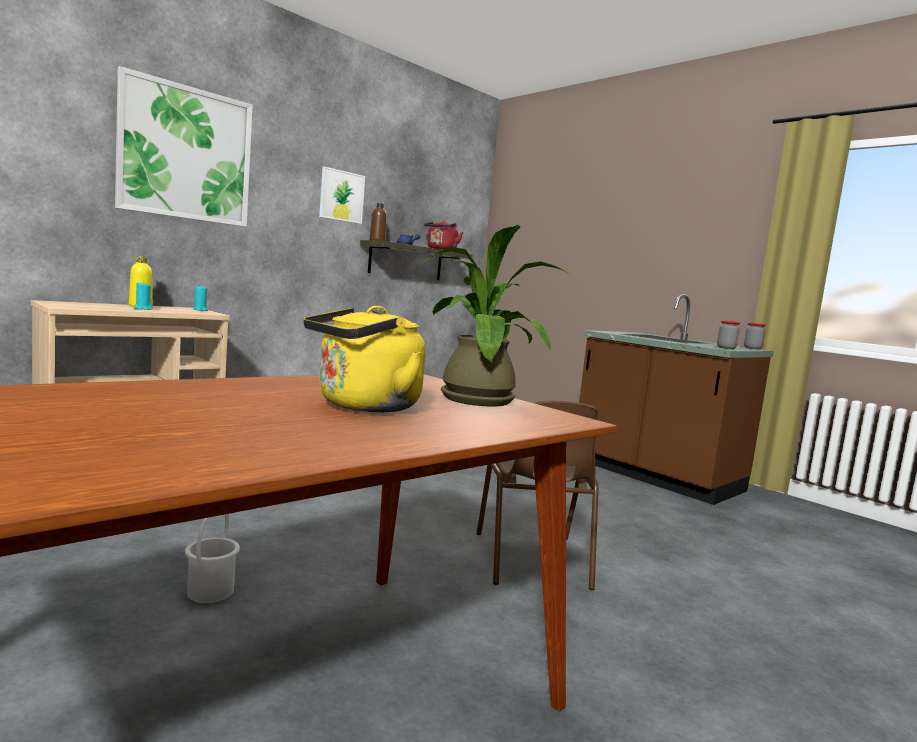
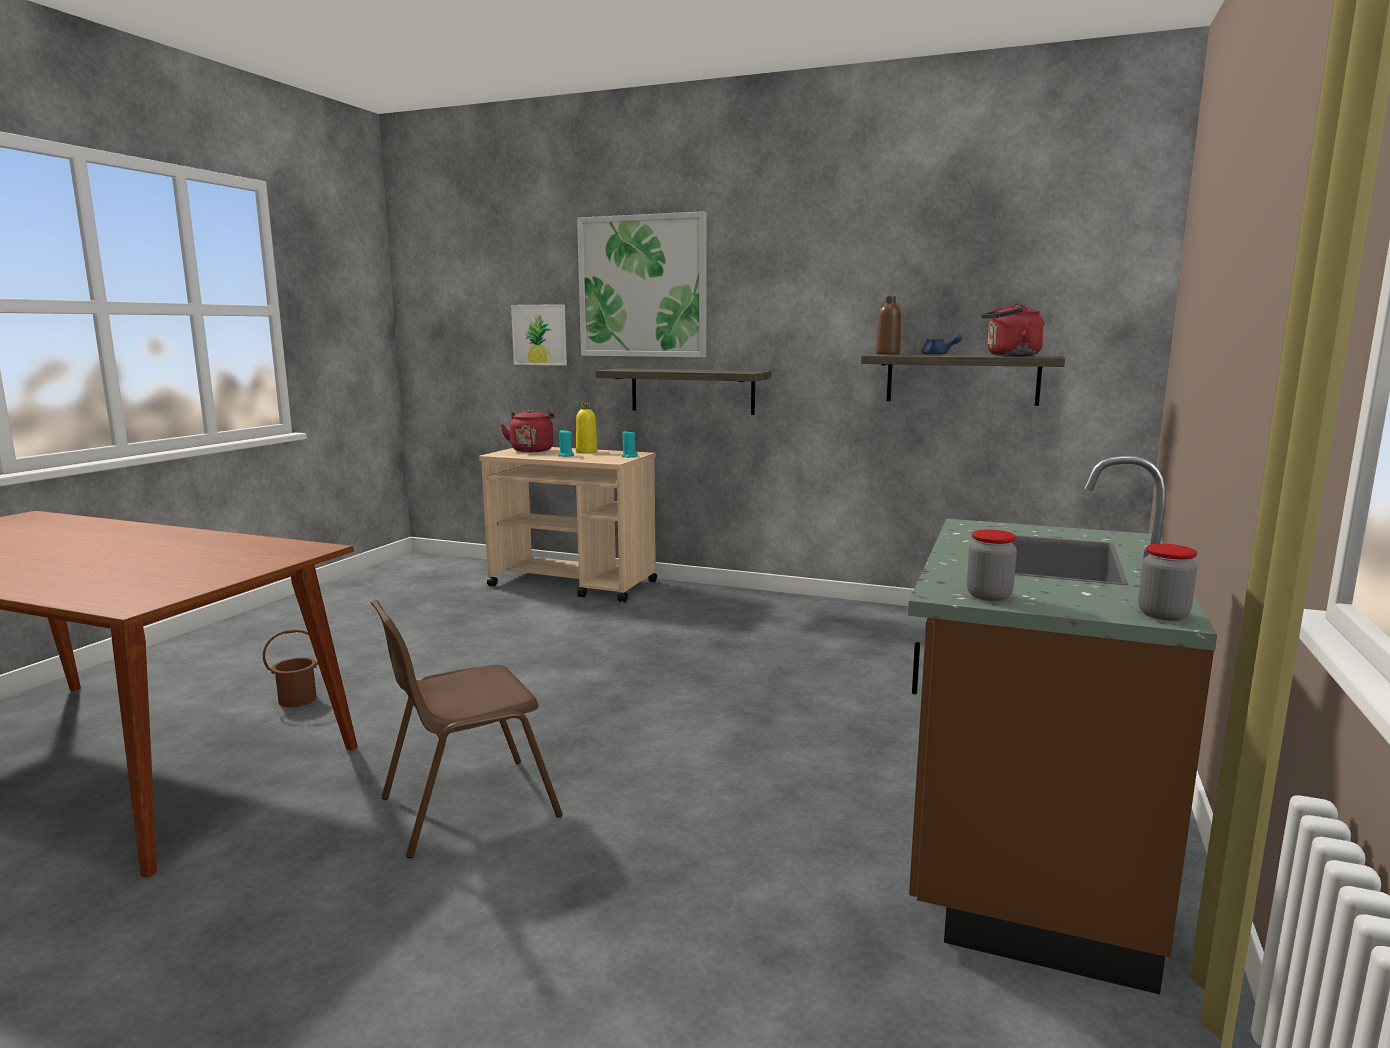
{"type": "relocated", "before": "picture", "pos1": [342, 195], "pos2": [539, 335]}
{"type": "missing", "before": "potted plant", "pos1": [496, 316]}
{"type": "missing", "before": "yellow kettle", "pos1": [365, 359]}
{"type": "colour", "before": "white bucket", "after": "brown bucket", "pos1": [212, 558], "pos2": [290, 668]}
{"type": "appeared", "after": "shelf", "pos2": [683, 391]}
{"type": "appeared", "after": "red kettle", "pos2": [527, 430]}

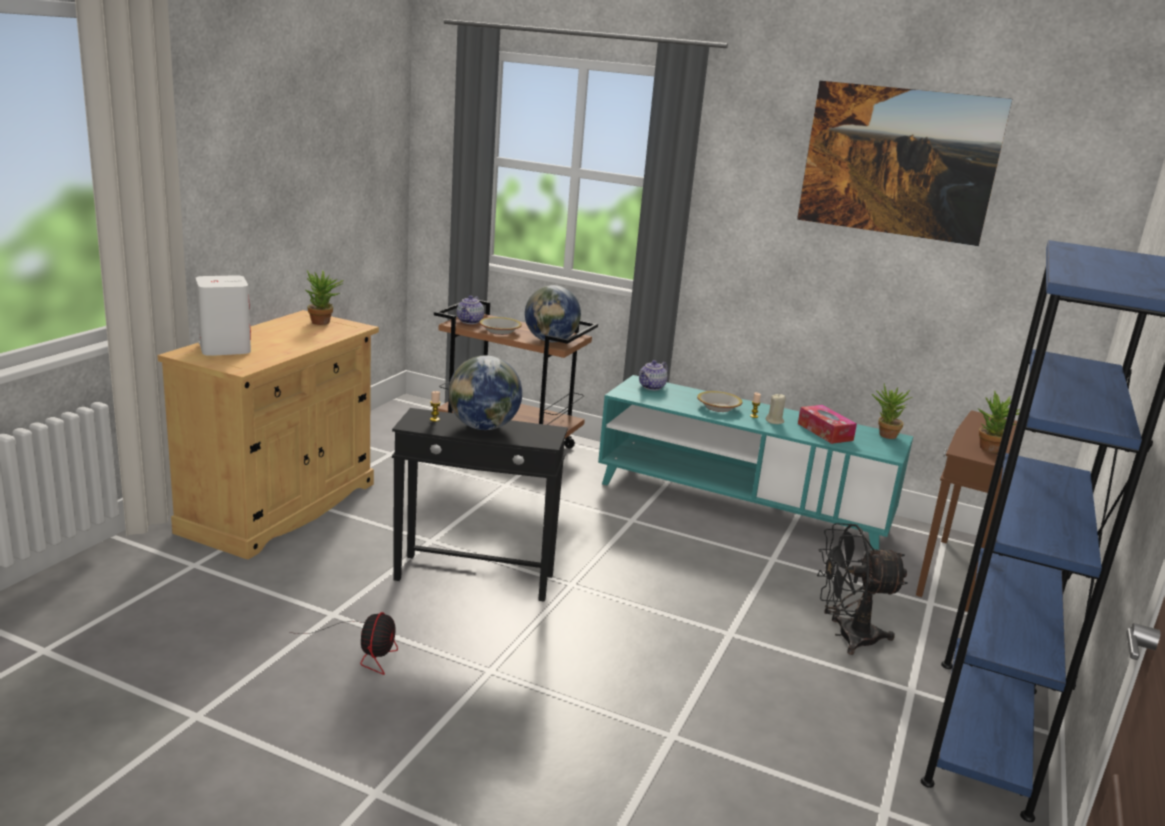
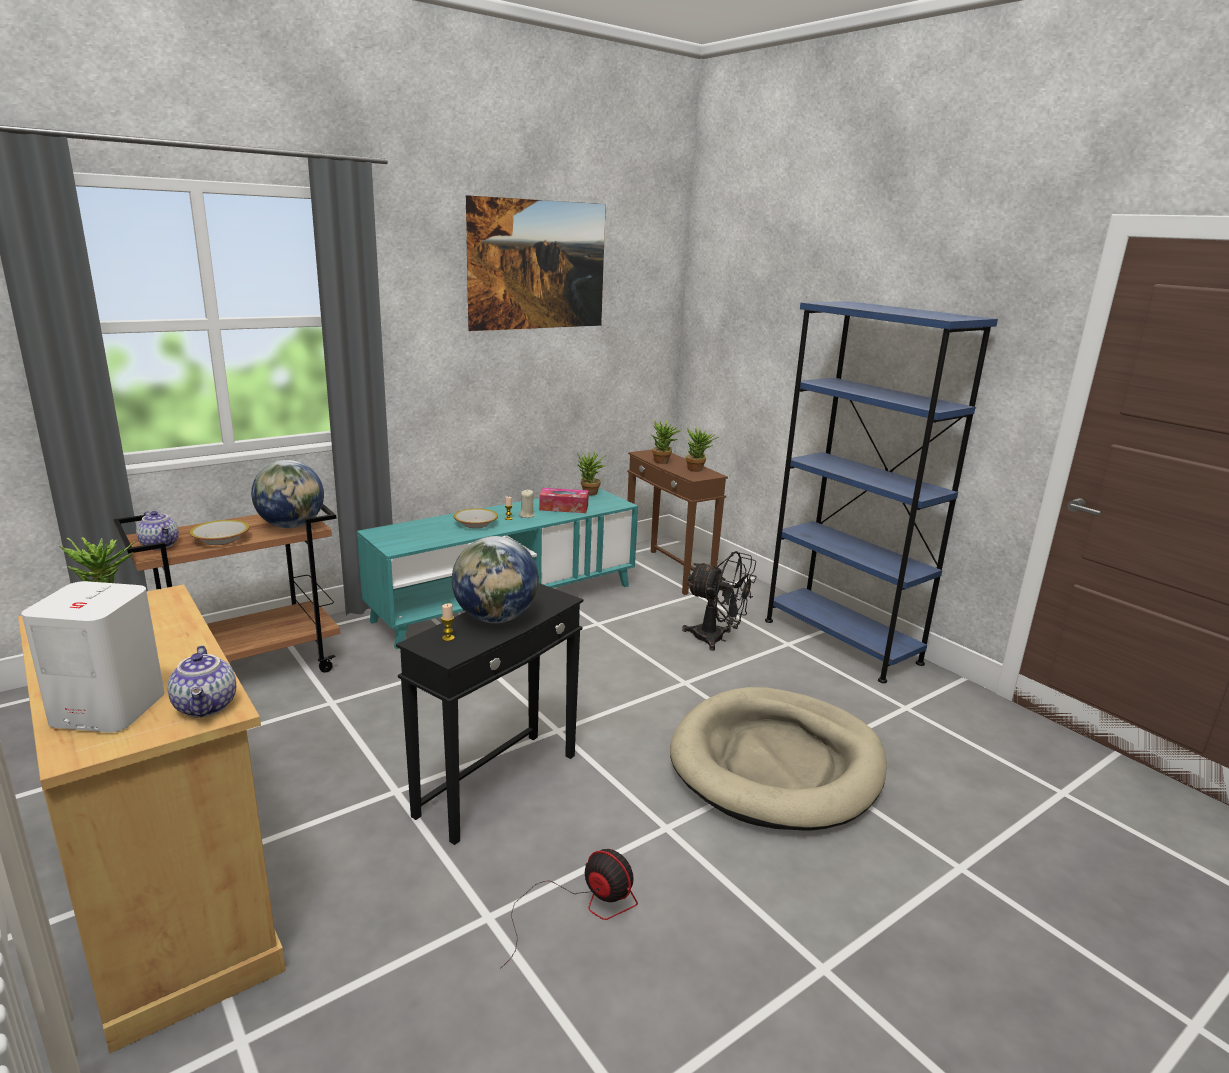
{"type": "relocated", "before": "teapot", "pos1": [653, 375], "pos2": [202, 681]}
{"type": "spun", "before": "black fan", "pos1": [862, 589], "pos2": [719, 601], "turn": -90}
{"type": "appeared", "after": "potted plant", "pos2": [666, 442]}
{"type": "appeared", "after": "beige dog bed", "pos2": [778, 759]}

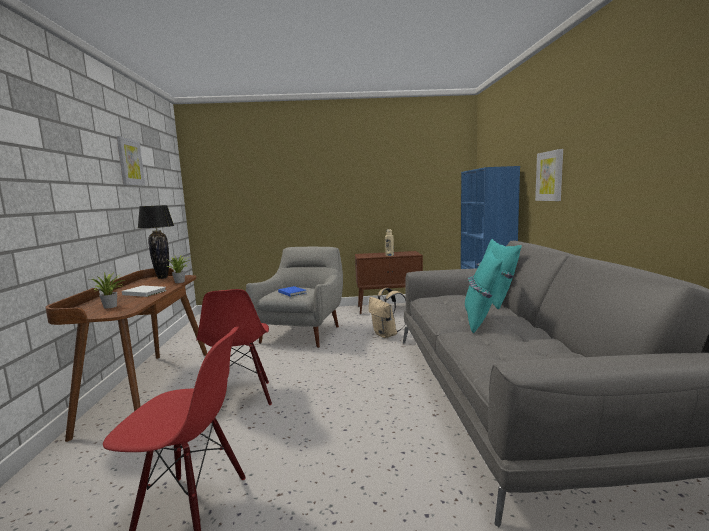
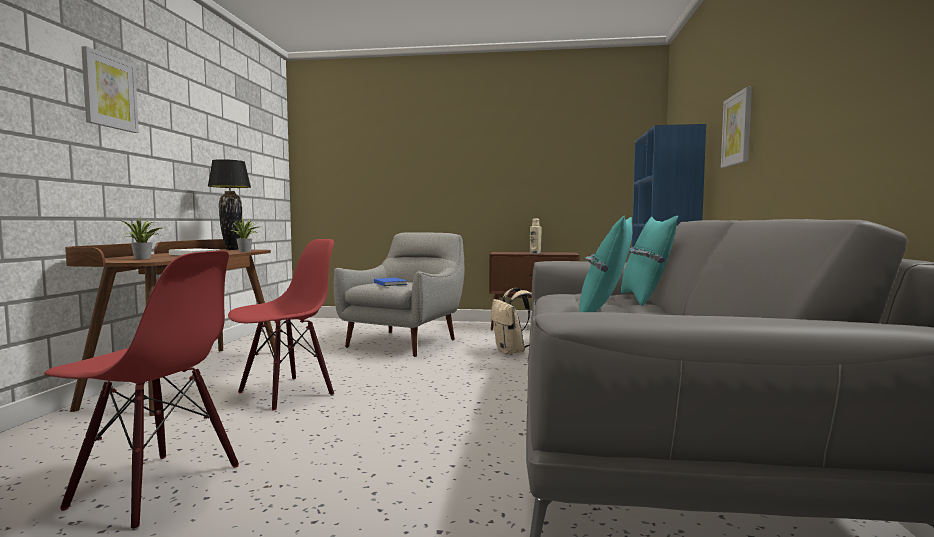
{"type": "relocated", "before": "picture", "pos1": [130, 161], "pos2": [110, 89]}
{"type": "spun", "before": "red chair", "pos1": [234, 347], "pos2": [281, 324], "turn": -135}

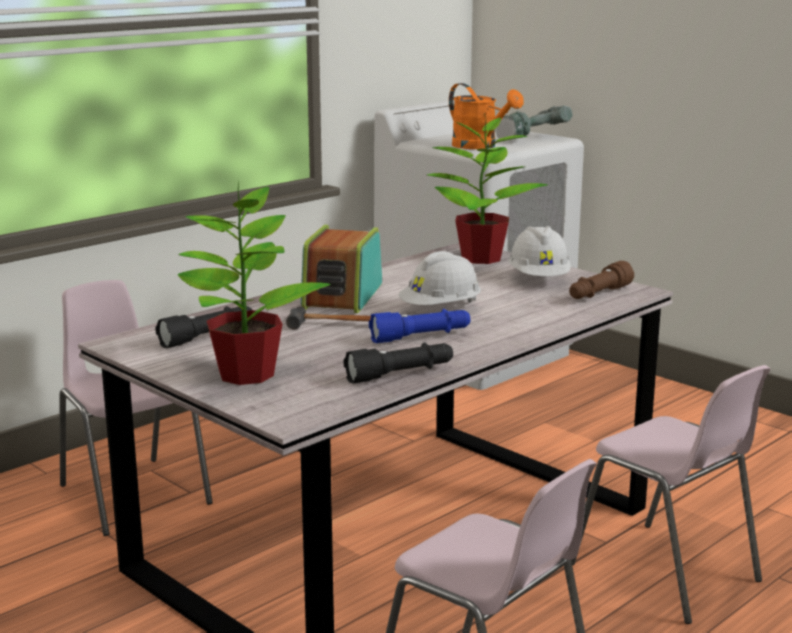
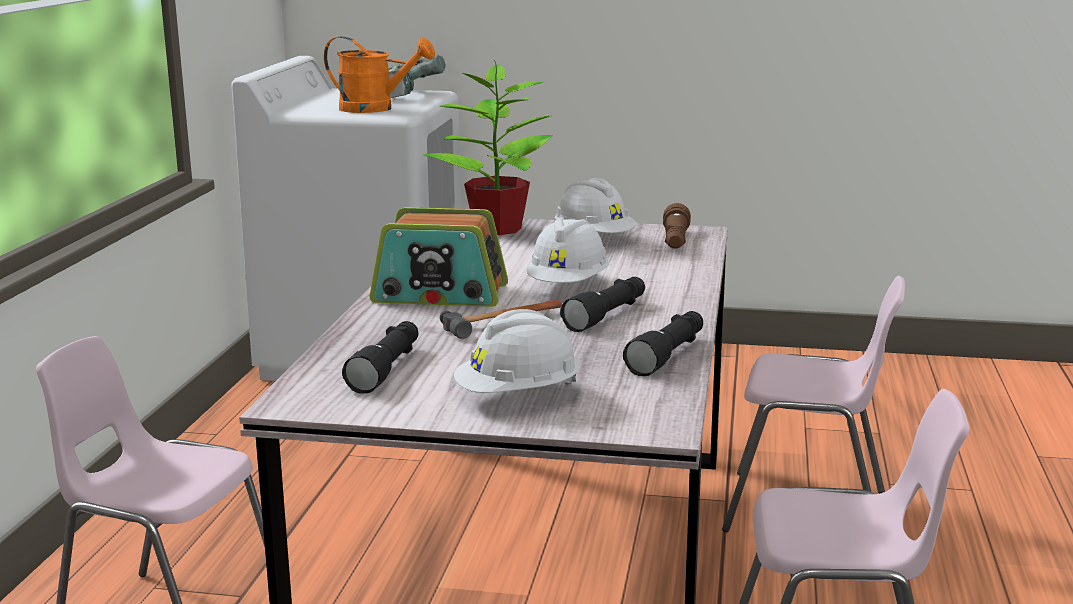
{"type": "exchanged", "before": "potted plant", "after": "white hard hat", "pos1": [254, 282], "pos2": [517, 351]}
{"type": "spun", "before": "radio", "pos1": [341, 269], "pos2": [439, 257], "turn": -60}
{"type": "colour", "before": "blue flashlight", "after": "black flashlight", "pos1": [419, 326], "pos2": [602, 304]}

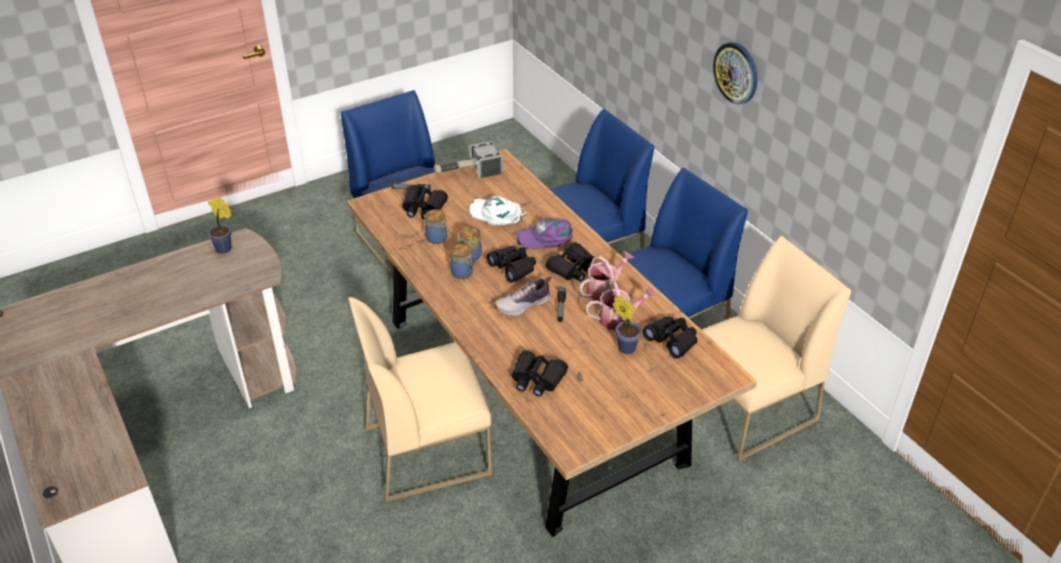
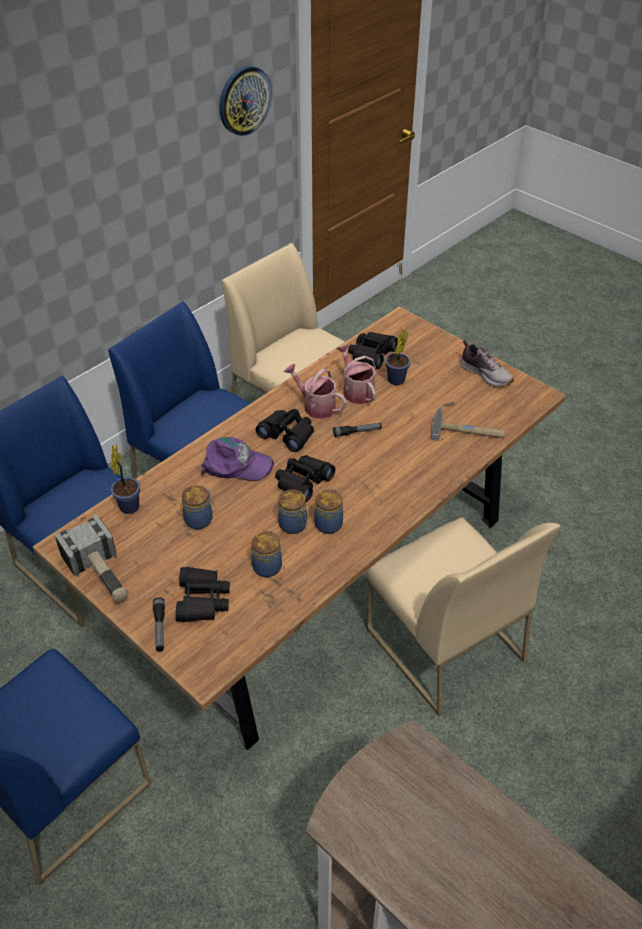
{"type": "relocated", "before": "wall clock", "pos1": [735, 73], "pos2": [246, 101]}
{"type": "exchanged", "before": "white cap", "after": "jar", "pos1": [498, 210], "pos2": [198, 507]}
{"type": "relocated", "before": "potted plant", "pos1": [220, 225], "pos2": [125, 479]}
{"type": "spun", "before": "purple cap", "pos1": [544, 234], "pos2": [237, 459], "turn": -60}
{"type": "relocated", "before": "shoe", "pos1": [522, 296], "pos2": [487, 363]}
{"type": "exchanged", "before": "black binoculars", "after": "hammer", "pos1": [539, 373], "pos2": [468, 424]}

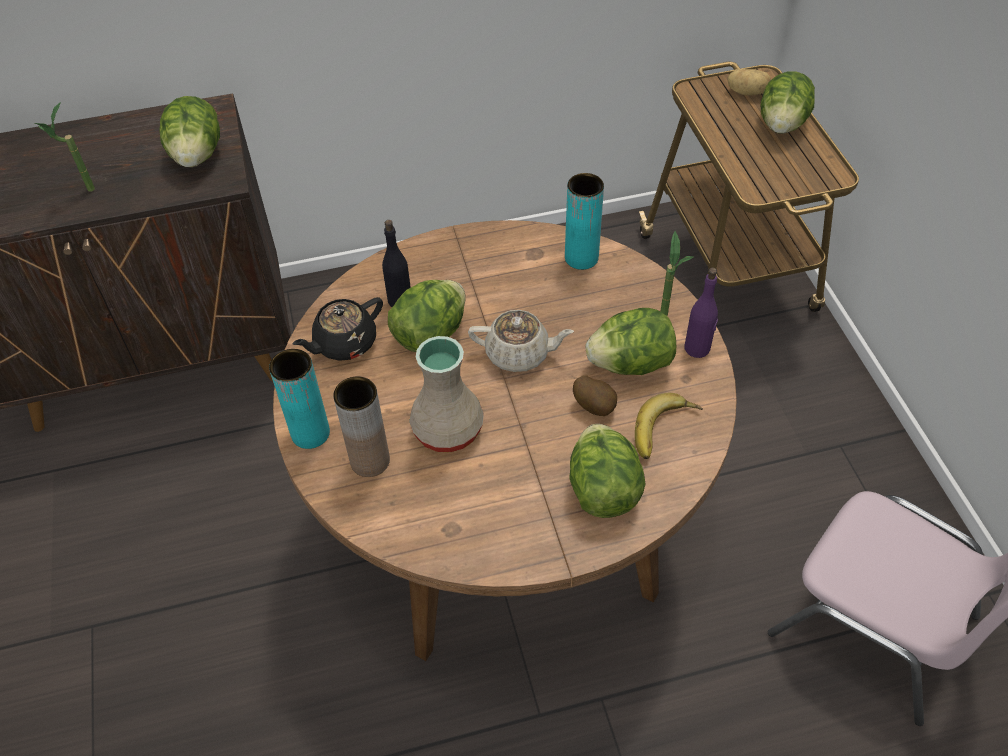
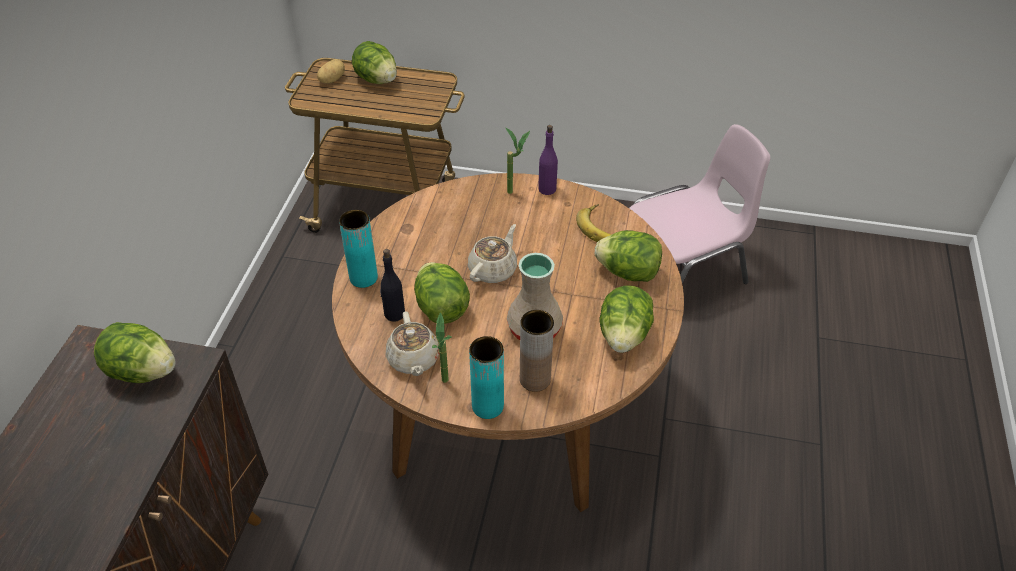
{"type": "relocated", "before": "potted plant", "pos1": [65, 147], "pos2": [441, 347]}
{"type": "relocated", "before": "turquoise vase", "pos1": [584, 221], "pos2": [358, 249]}
{"type": "colour", "before": "black teapot", "after": "beige teapot", "pos1": [337, 329], "pos2": [412, 344]}
{"type": "relocated", "before": "lettuce", "pos1": [631, 341], "pos2": [627, 319]}
{"type": "missing", "before": "potato", "pos1": [595, 395]}

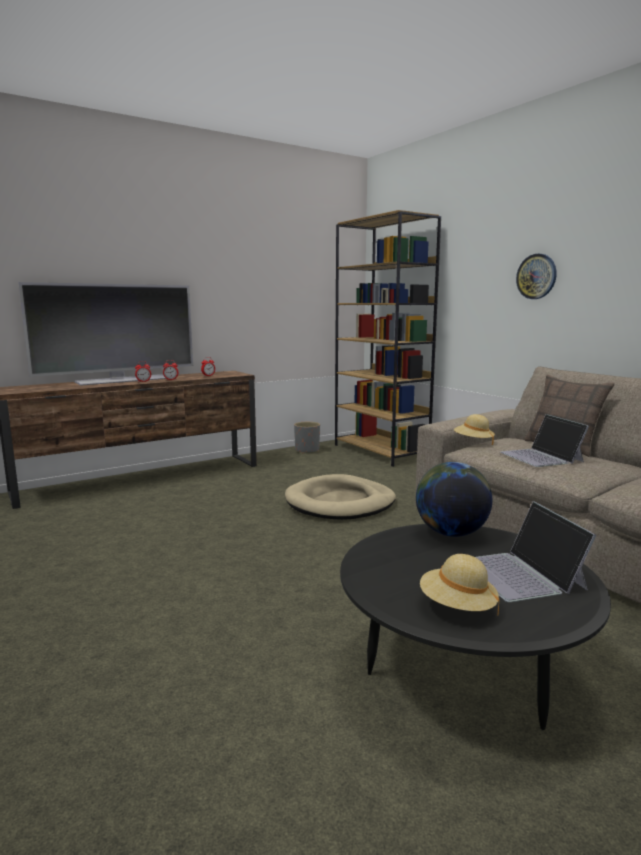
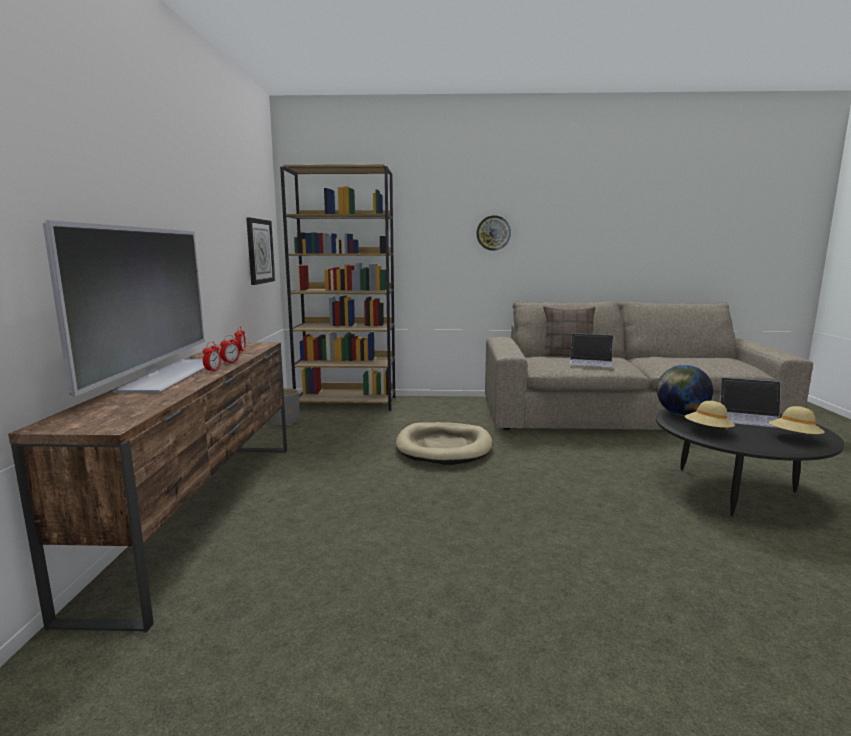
{"type": "relocated", "before": "beige hat", "pos1": [474, 429], "pos2": [709, 415]}
{"type": "appeared", "after": "wall clock", "pos2": [260, 251]}

